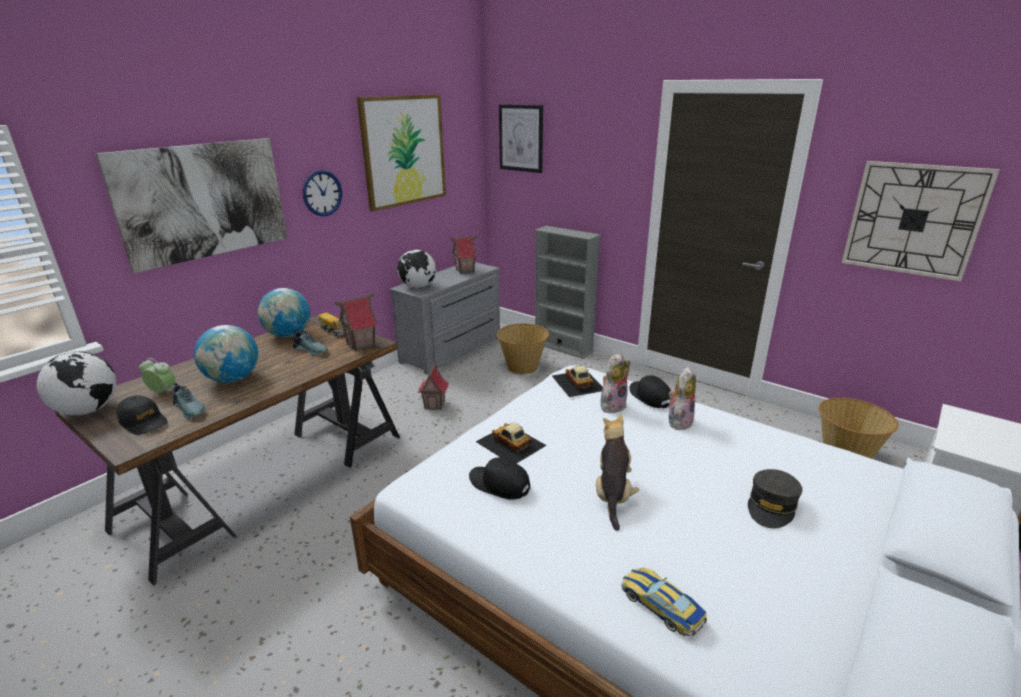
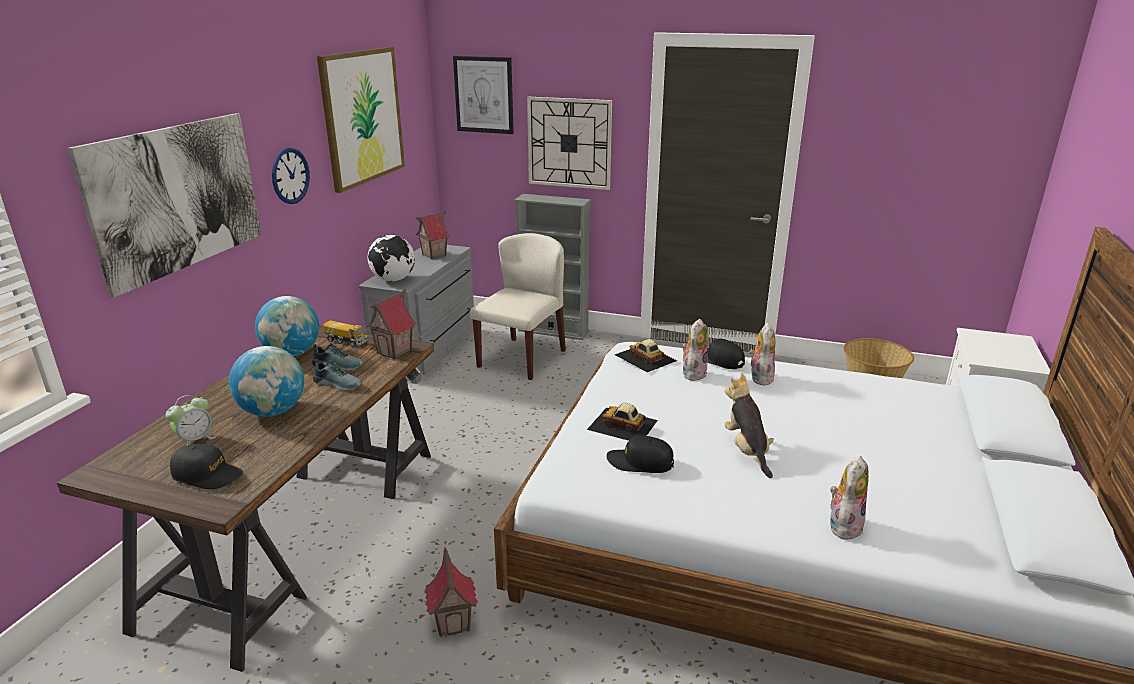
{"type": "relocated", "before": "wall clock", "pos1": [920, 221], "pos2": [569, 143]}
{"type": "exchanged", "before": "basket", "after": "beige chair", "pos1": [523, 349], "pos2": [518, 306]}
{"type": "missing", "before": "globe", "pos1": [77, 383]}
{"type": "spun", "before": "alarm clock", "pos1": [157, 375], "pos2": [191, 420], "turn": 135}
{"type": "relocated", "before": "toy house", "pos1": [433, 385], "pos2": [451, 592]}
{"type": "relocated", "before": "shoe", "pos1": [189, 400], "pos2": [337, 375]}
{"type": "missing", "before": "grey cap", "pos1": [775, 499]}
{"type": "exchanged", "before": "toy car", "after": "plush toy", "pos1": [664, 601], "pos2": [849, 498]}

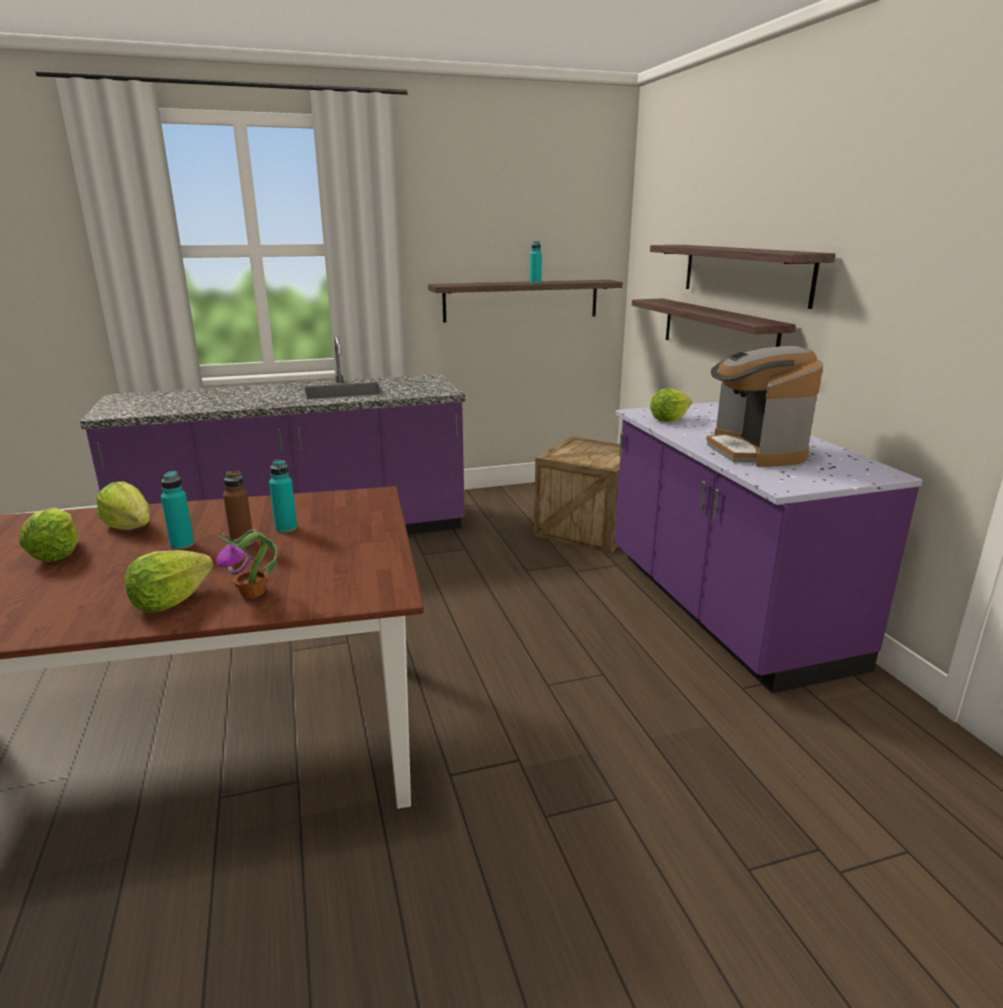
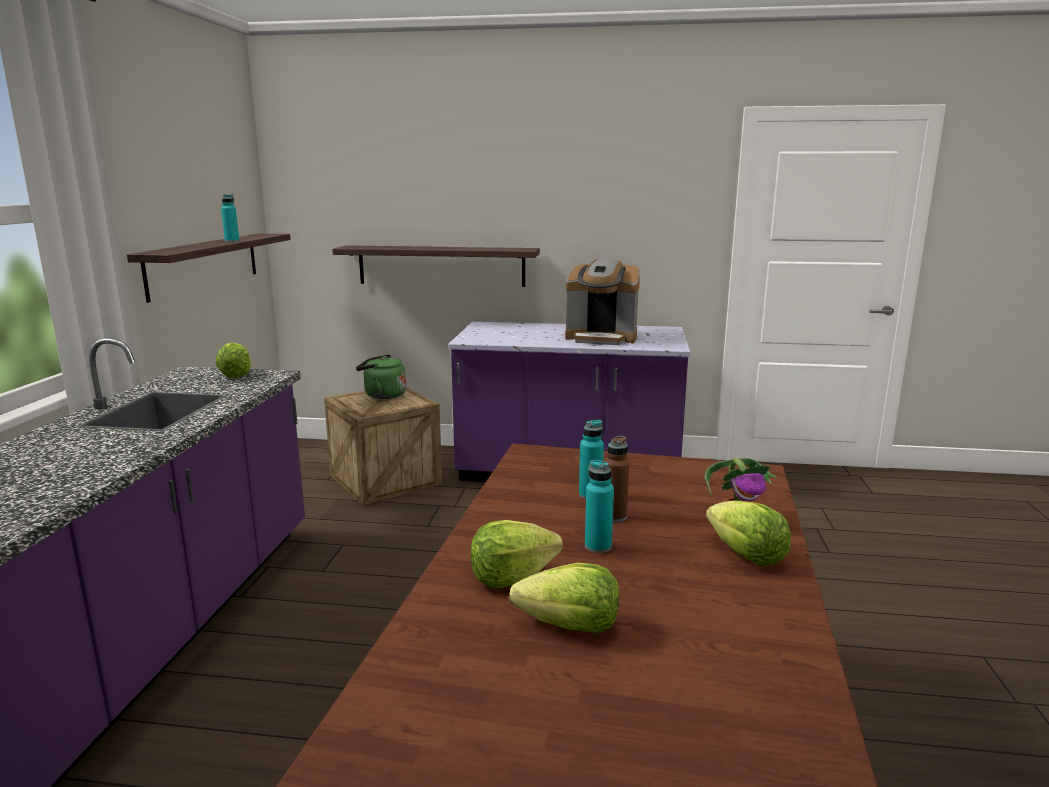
{"type": "missing", "before": "shelf", "pos1": [742, 277]}
{"type": "relocated", "before": "lettuce", "pos1": [671, 405], "pos2": [233, 360]}
{"type": "appeared", "after": "green kettle", "pos2": [381, 376]}

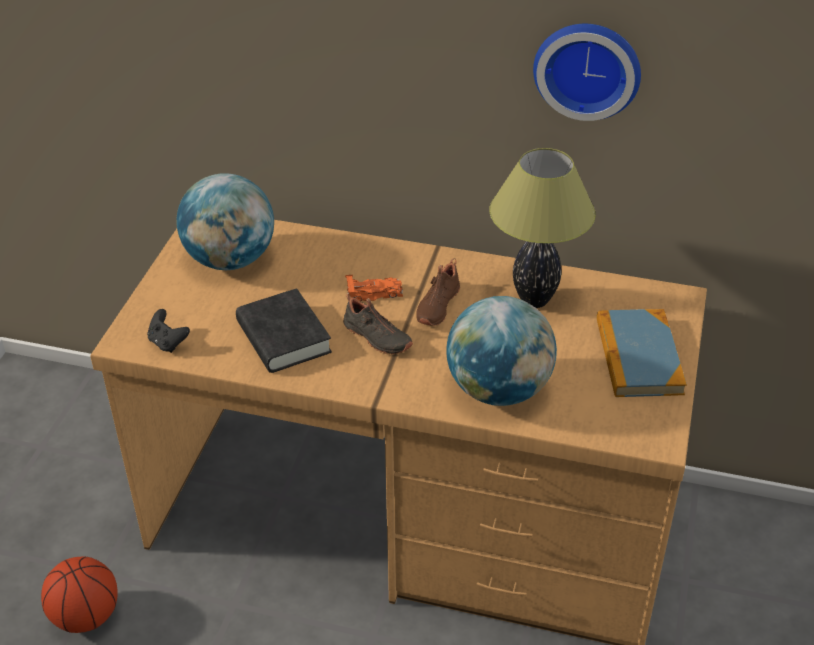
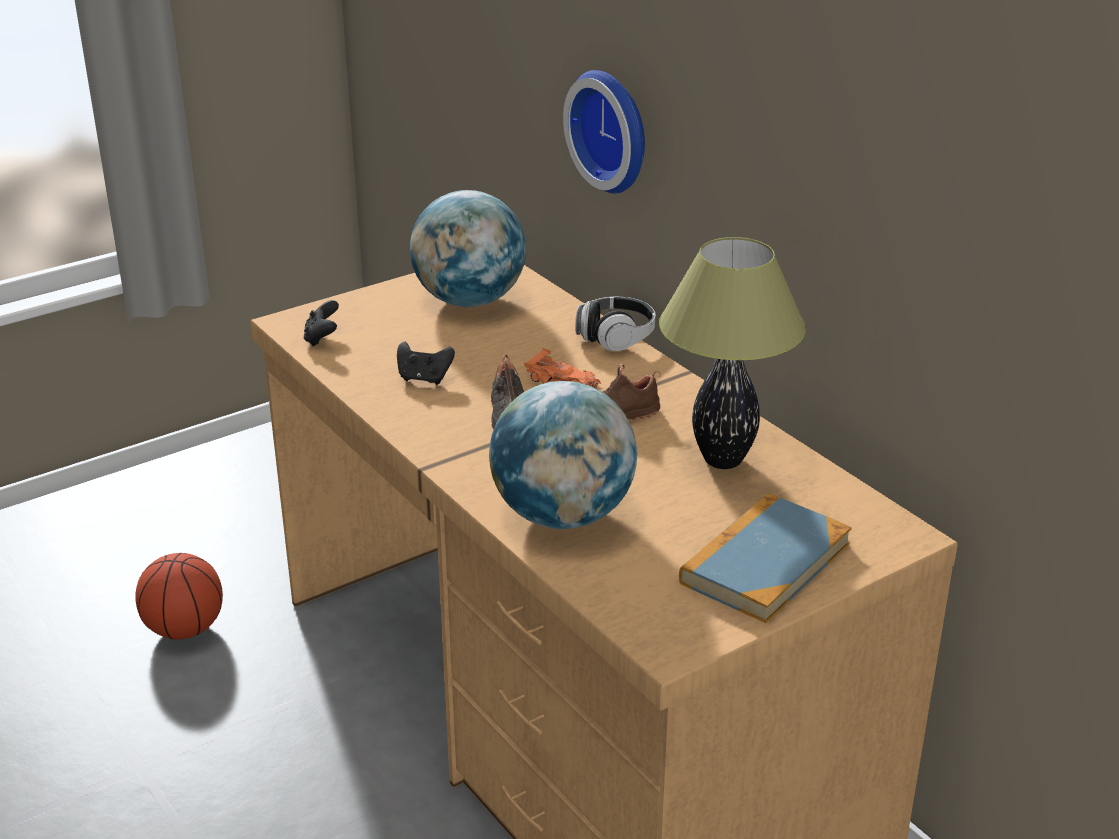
{"type": "relocated", "before": "wall clock", "pos1": [587, 72], "pos2": [604, 132]}
{"type": "exchanged", "before": "black book", "after": "black game controller", "pos1": [284, 330], "pos2": [426, 363]}
{"type": "appeared", "after": "headphones", "pos2": [615, 324]}

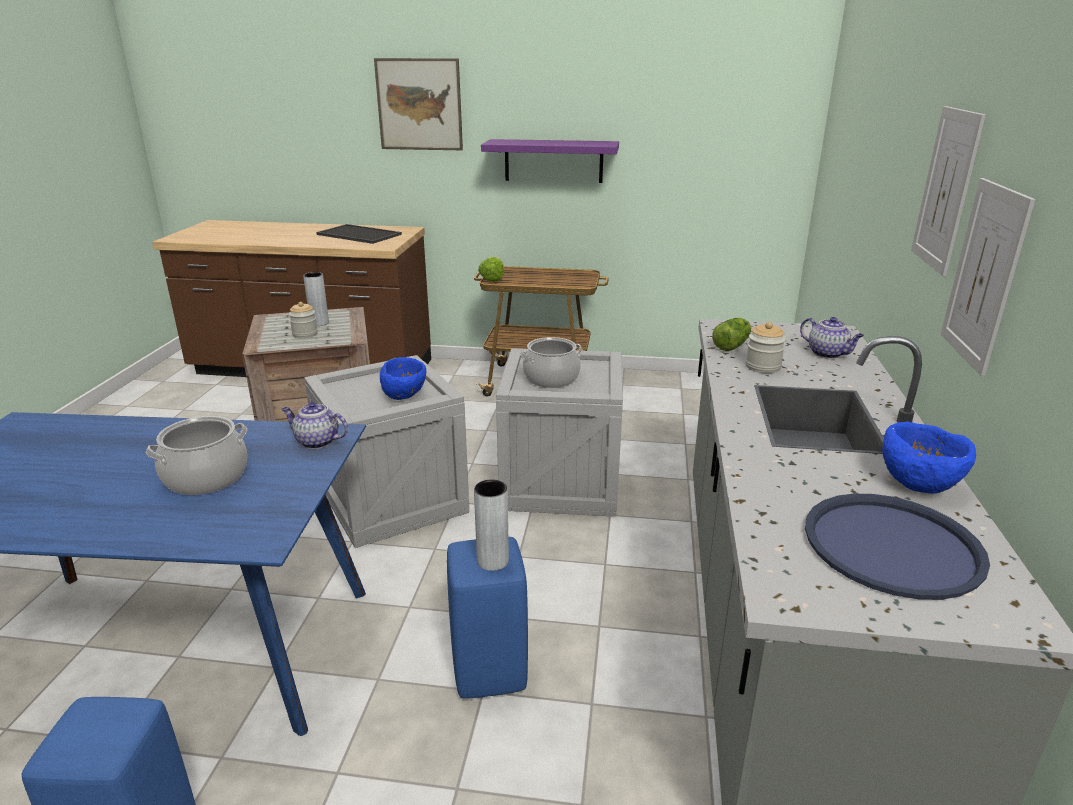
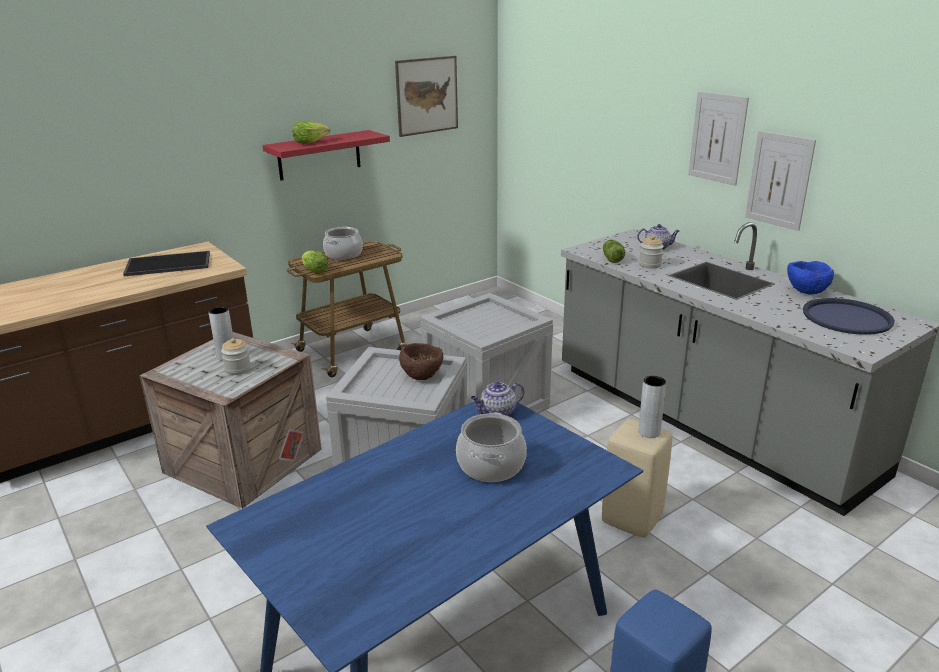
{"type": "relocated", "before": "picture", "pos1": [418, 104], "pos2": [426, 96]}
{"type": "colour", "before": "purple shelf", "after": "red shelf", "pos1": [550, 161], "pos2": [326, 155]}
{"type": "relocated", "before": "cooking pot", "pos1": [552, 362], "pos2": [343, 243]}
{"type": "colour", "before": "blue bowl", "after": "brown bowl", "pos1": [403, 378], "pos2": [421, 361]}
{"type": "colour", "before": "blue stool", "after": "beige stool", "pos1": [487, 618], "pos2": [637, 478]}
{"type": "appeared", "after": "lettuce", "pos2": [311, 133]}

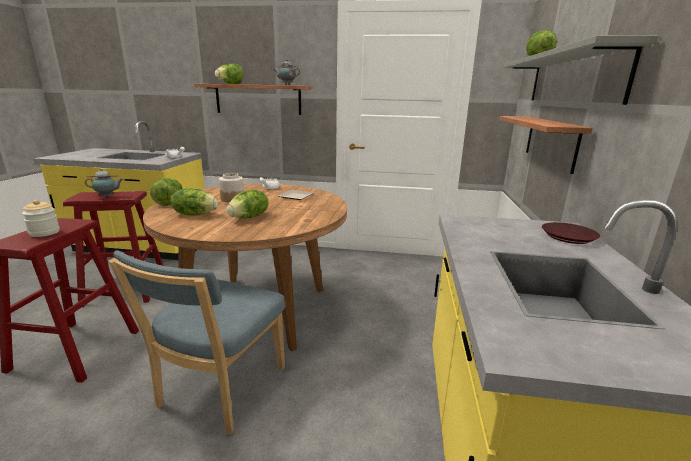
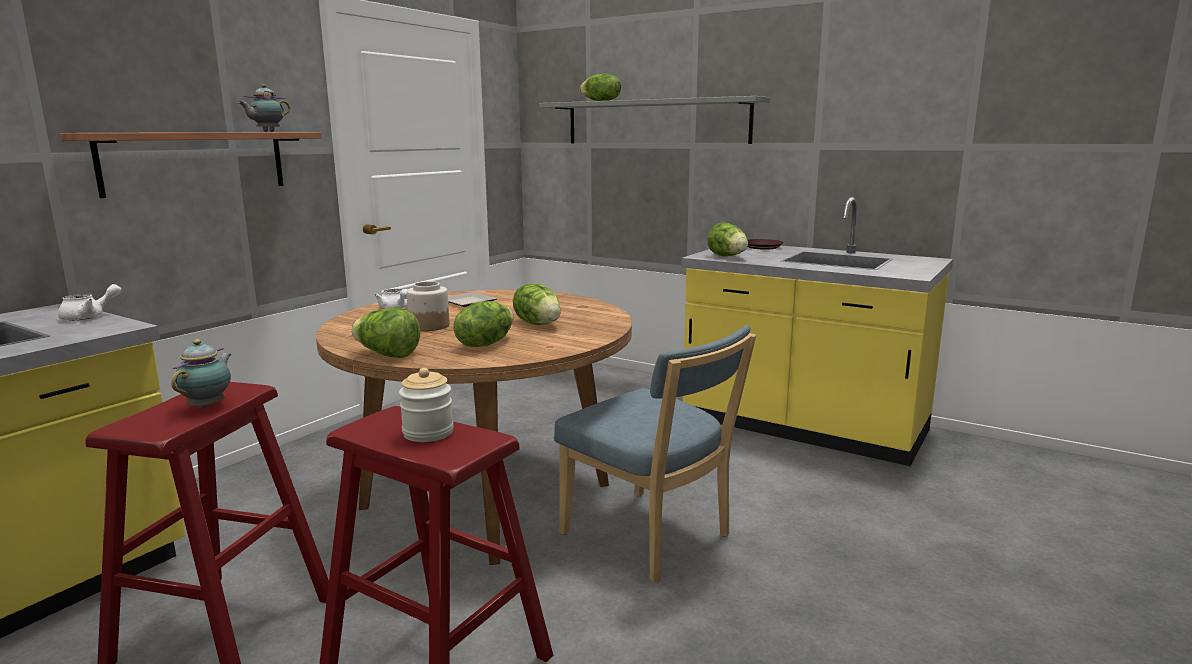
{"type": "relocated", "before": "lettuce", "pos1": [229, 73], "pos2": [727, 239]}
{"type": "missing", "before": "shelf", "pos1": [546, 145]}

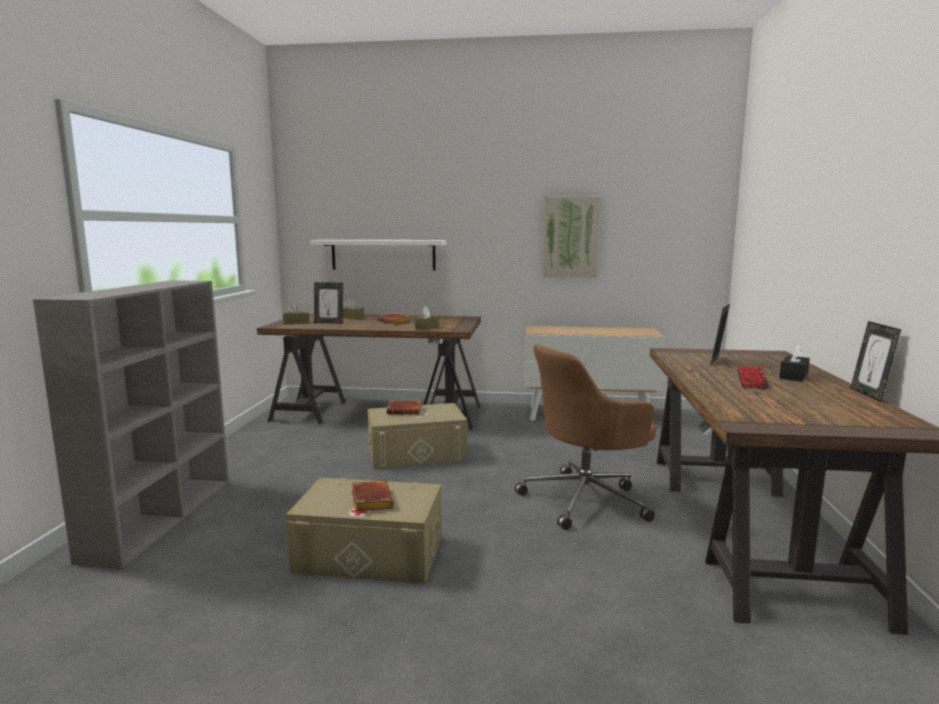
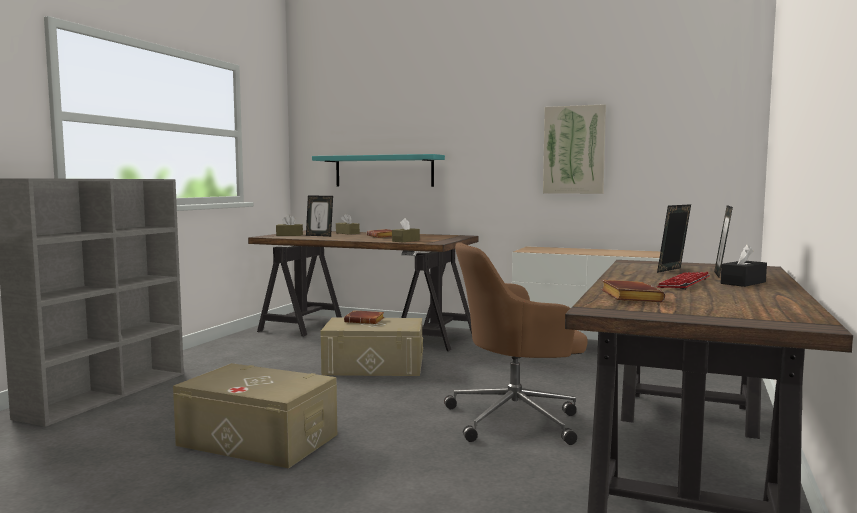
{"type": "colour", "before": "white shelf", "after": "turquoise shelf", "pos1": [378, 255], "pos2": [378, 170]}
{"type": "relocated", "before": "picture frame", "pos1": [875, 361], "pos2": [723, 241]}
{"type": "relocated", "before": "brown book", "pos1": [372, 496], "pos2": [633, 291]}

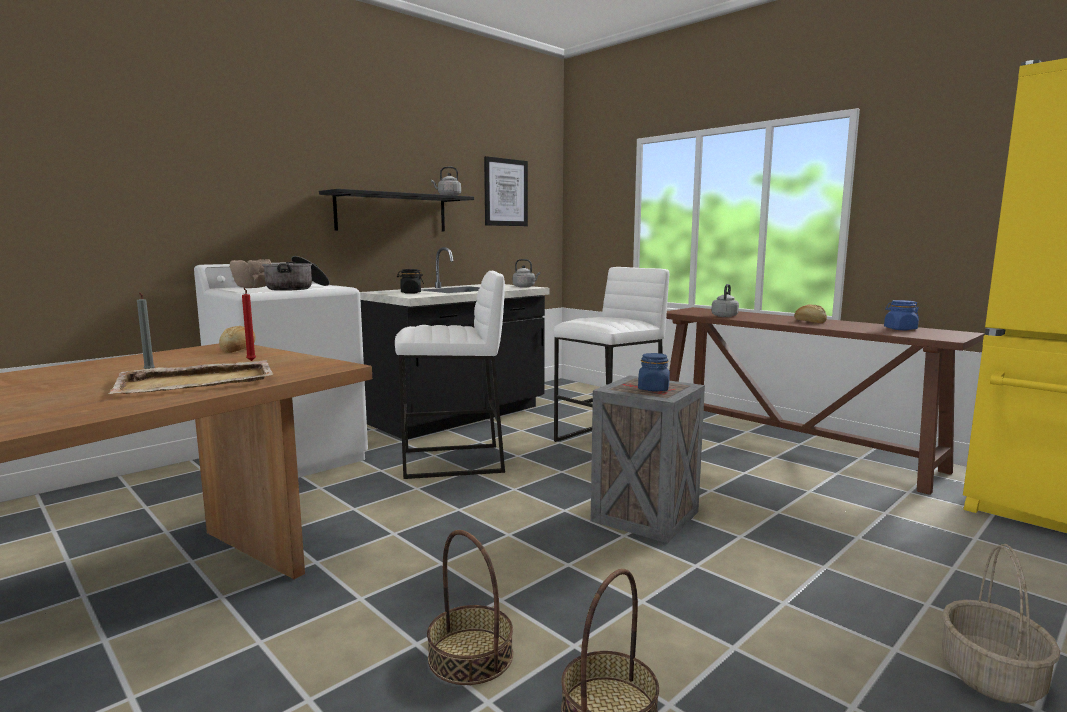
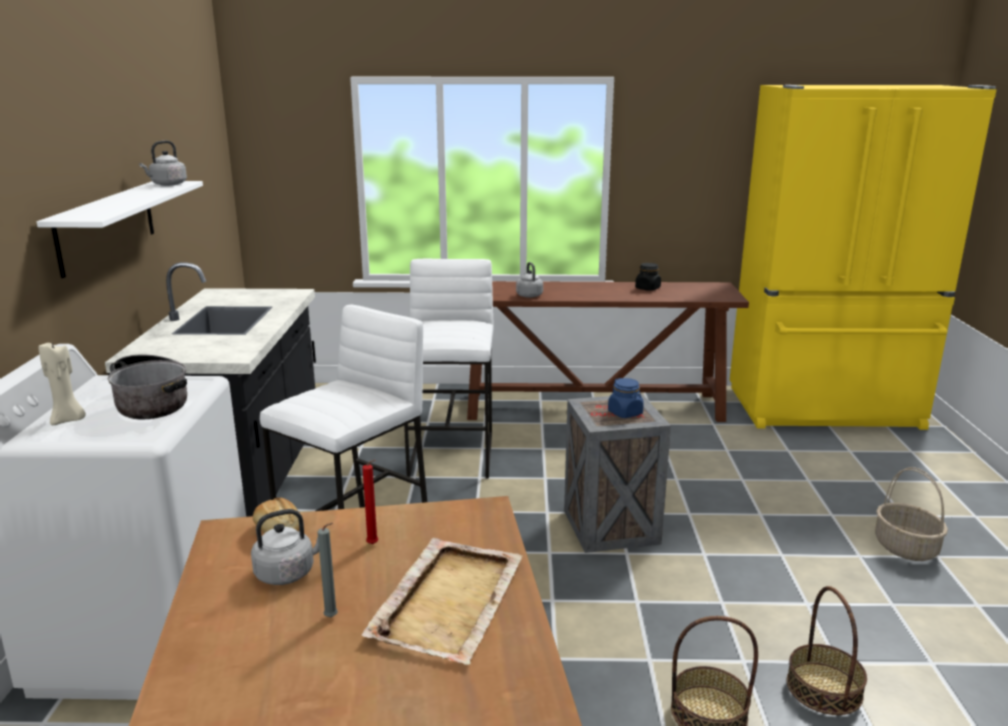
{"type": "missing", "before": "picture", "pos1": [506, 191]}
{"type": "colour", "before": "black shelf", "after": "white shelf", "pos1": [396, 210], "pos2": [120, 229]}
{"type": "exchanged", "before": "brown bowl", "after": "beige candle", "pos1": [250, 273], "pos2": [62, 384]}
{"type": "relocated", "before": "grey kettle", "pos1": [526, 273], "pos2": [285, 547]}
{"type": "relocated", "before": "black jar", "pos1": [410, 281], "pos2": [648, 277]}
{"type": "missing", "before": "blue jar", "pos1": [901, 315]}
{"type": "missing", "before": "bread", "pos1": [810, 313]}

